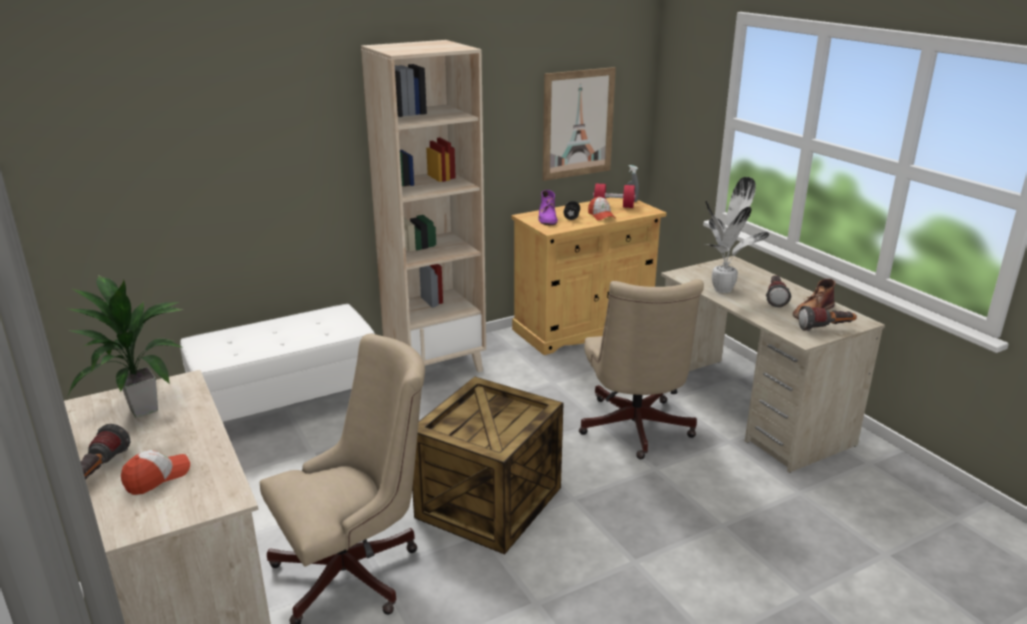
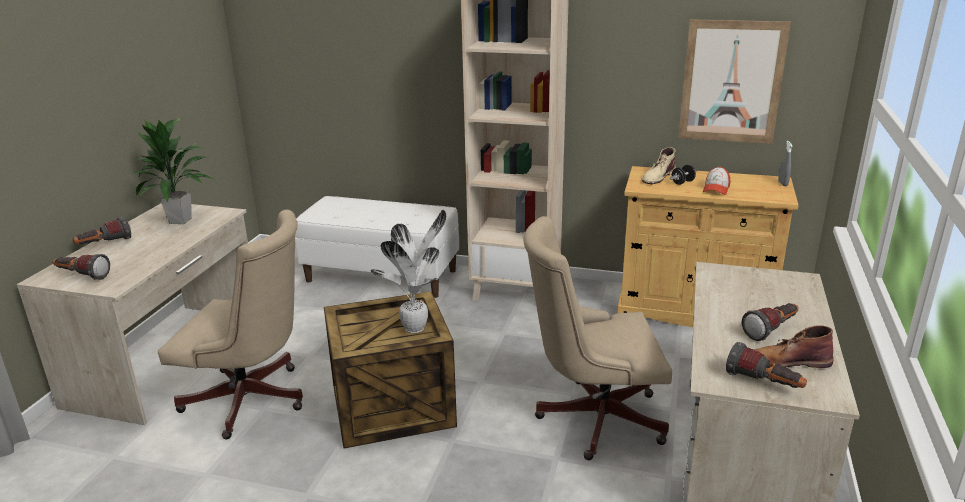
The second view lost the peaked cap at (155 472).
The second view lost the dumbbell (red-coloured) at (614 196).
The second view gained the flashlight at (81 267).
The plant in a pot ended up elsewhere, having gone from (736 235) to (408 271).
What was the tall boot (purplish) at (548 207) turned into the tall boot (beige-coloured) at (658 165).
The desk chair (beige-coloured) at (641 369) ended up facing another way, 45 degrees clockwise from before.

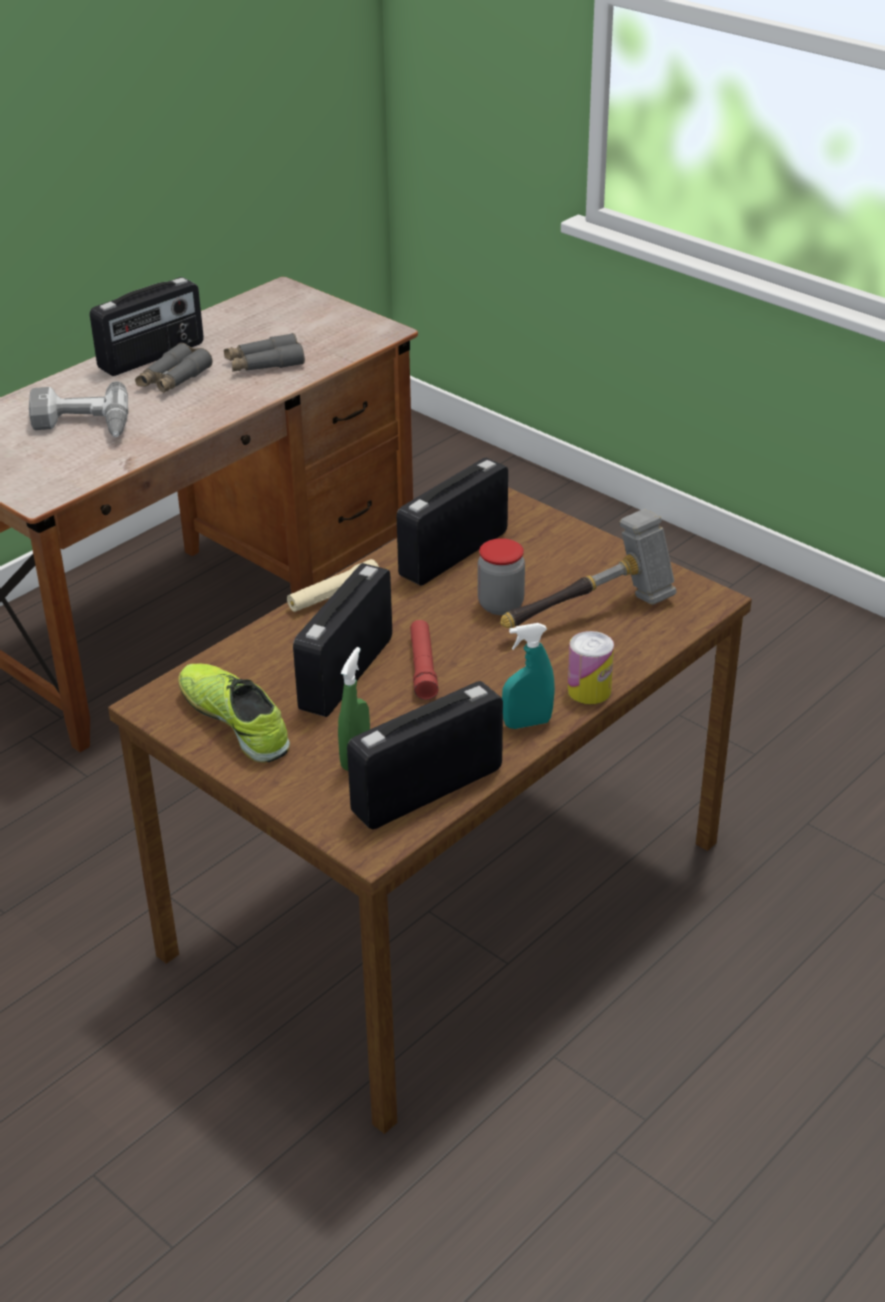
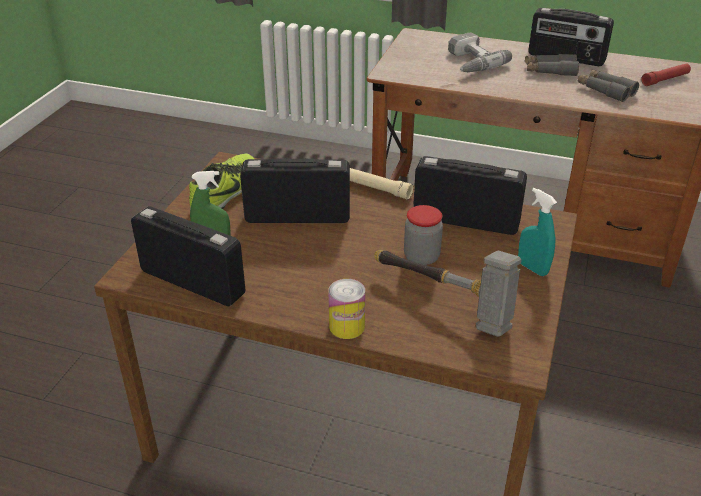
The flashlight (red-coloured) ended up elsewhere, having gone from (424 660) to (666 74).
The hand sprayer (turquoise) ended up elsewhere, having gone from (528 676) to (537 232).

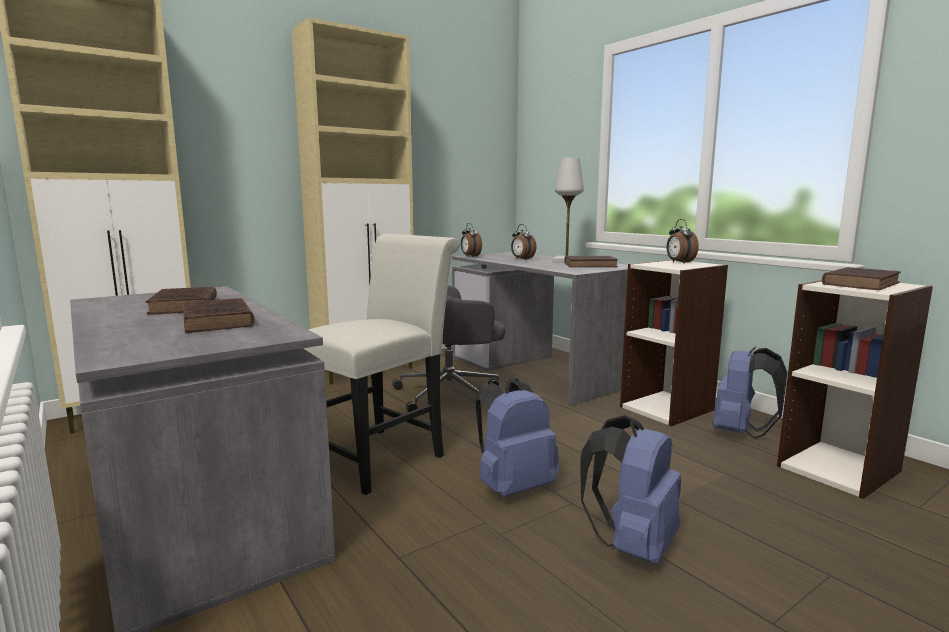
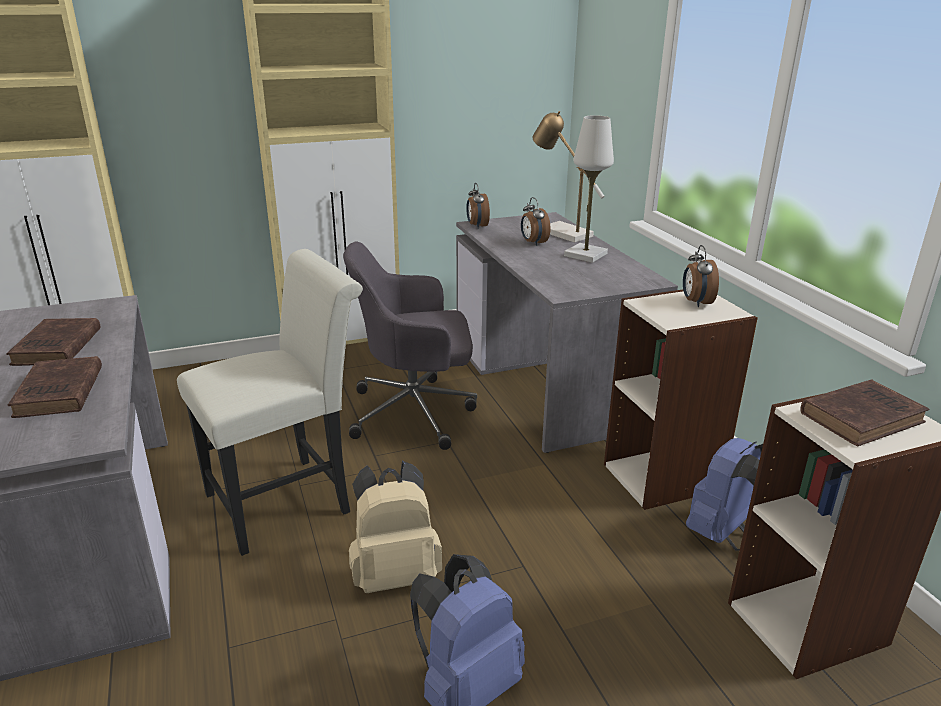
The second view lost the book (brown-coloured) at (591 261).
The second view gained the tabletop lamp at (568 176).
What was the knapsack (blue-coloured) at (517 437) turned into the knapsack (beige-coloured) at (395 527).

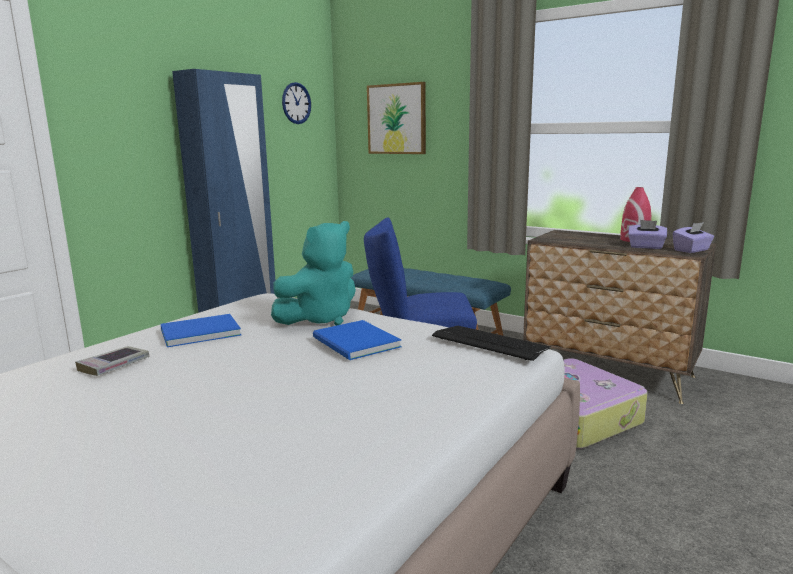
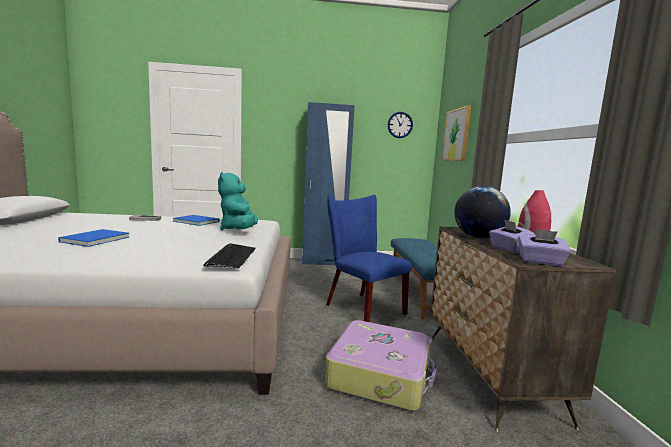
The second view gained the desk globe at (482 212).
The book (blue-coloured) ended up elsewhere, having gone from (357 340) to (93 238).
The cuddly toy (turquoise) at (313 273) ended up facing another way, 75 degrees clockwise from before.

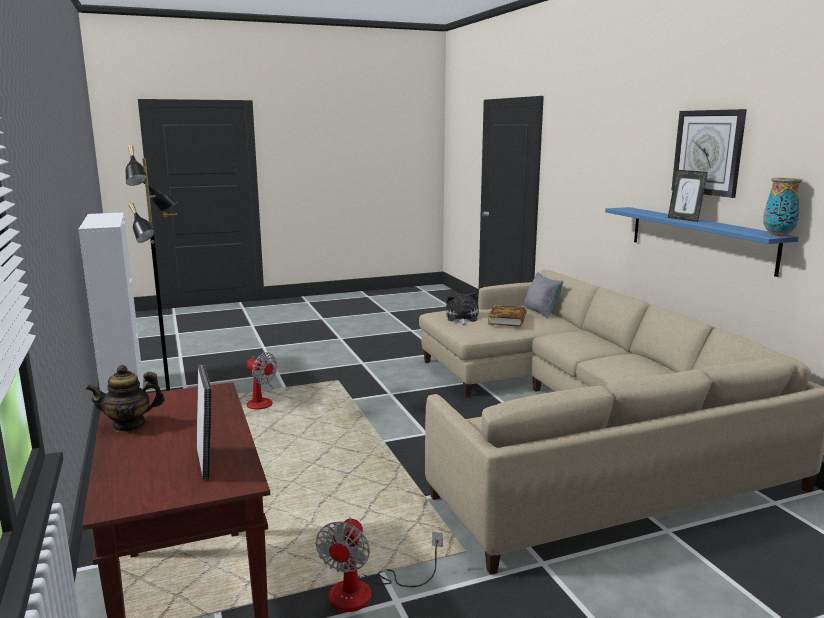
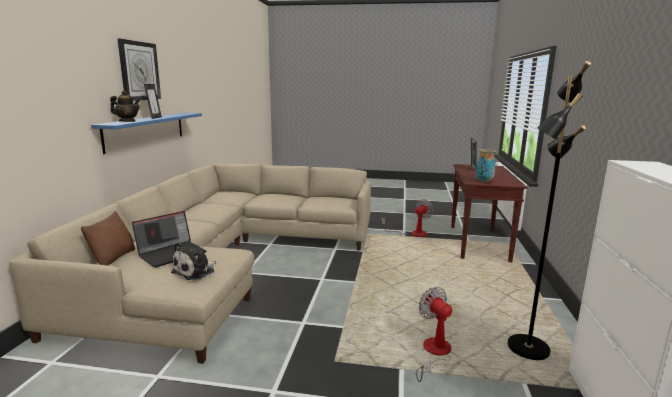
The pot for tea ended up elsewhere, having gone from (125 398) to (125 106).
The flower vase ended up elsewhere, having gone from (782 207) to (486 166).
Where the book stood at (507 316), the portable computer came to stand at (169 239).
What was the pillow (grey) at (543 295) turned into the pillow (brown-coloured) at (108 238).

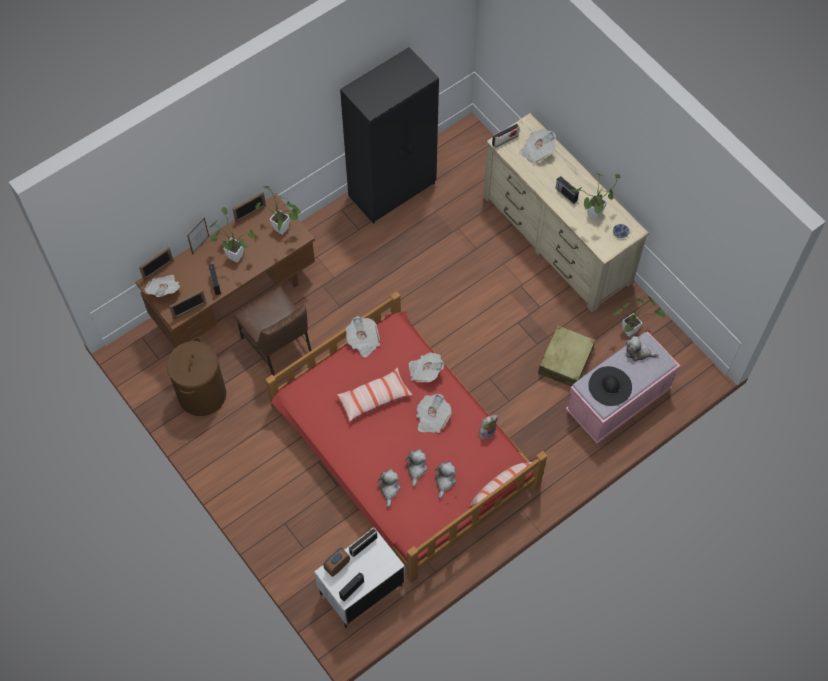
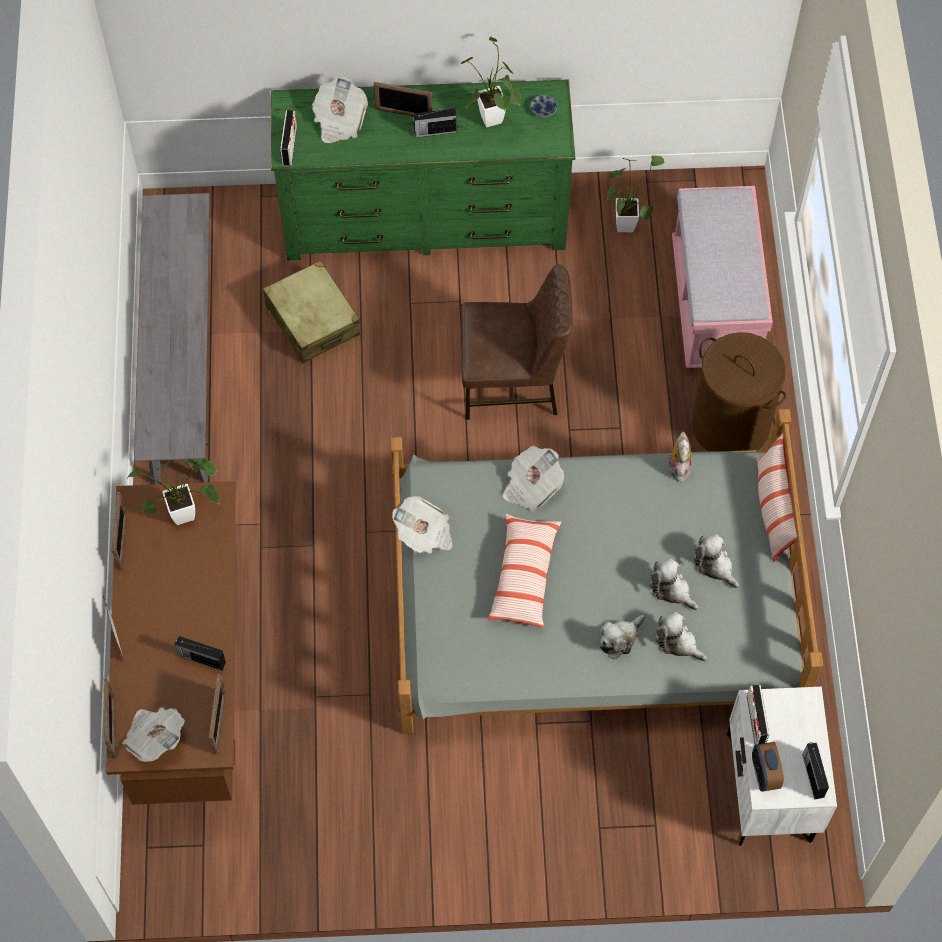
The second view lost the plant in a pot at (232 235).
The second view lost the newspaper at (434 413).
The second view lost the hat (black) at (610 386).
The second view gained the photo frame at (403 99).
The hamper (brown-coloured) ended up elsewhere, having gone from (196 376) to (739 392).
The upright chair (brown-coloured) ended up elsewhere, having gone from (273 331) to (517 342).
The travel case (beige-coloured) ended up elsewhere, having gone from (567 356) to (311 312).
The cuddly toy ended up elsewhere, having gone from (642 348) to (623 637).
Where the wardrobe (black) stood at (389 135), the bench (grey) came to stand at (173 339).
What was the sleeping bed (red-coloured) at (406 437) turned into the sleeping bed (grey) at (606 571).
What was the dresser (beige-coloured) at (566 212) turned into the dresser (green) at (423 169).

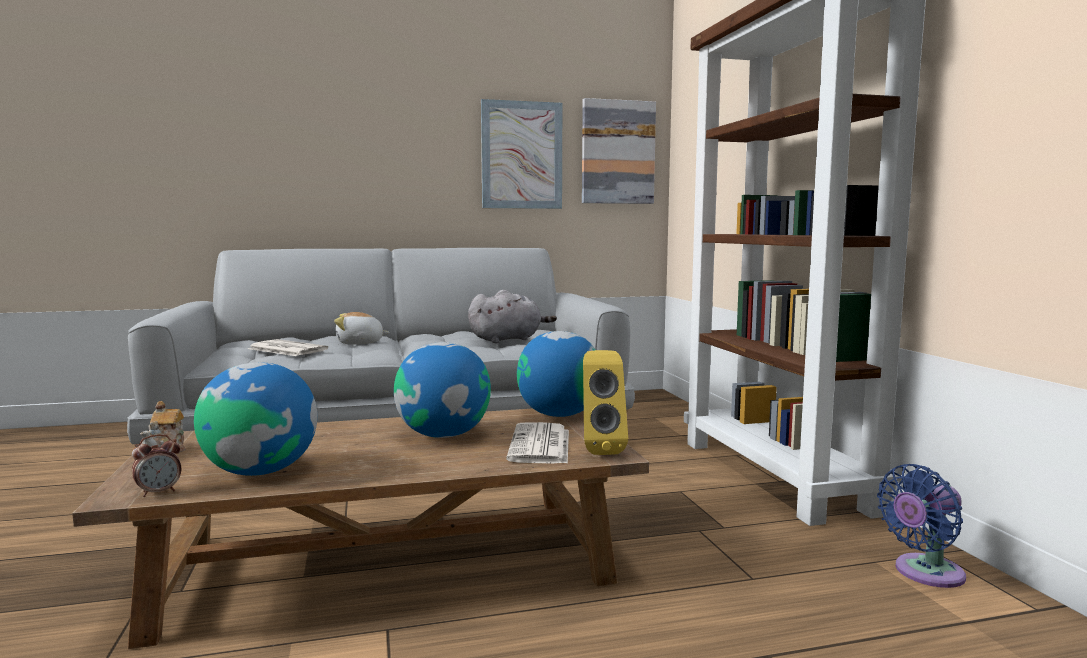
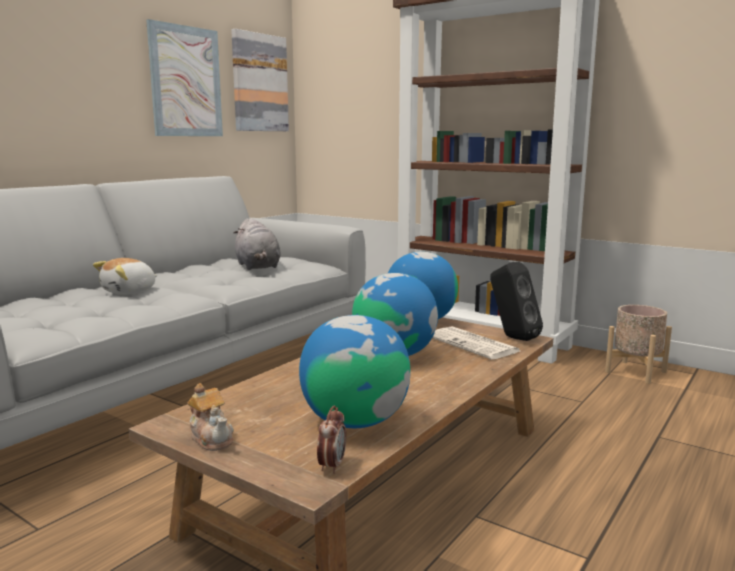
The second view lost the newspaper at (288 347).
Where the cooling fan (blue-coloured) stood at (921 526), the planter (beige-coloured) came to stand at (638 344).
What was the audio speaker (yellow-coloured) at (605 402) turned into the audio speaker (black) at (516 301).
The cuddly toy (grey) at (512 316) ended up facing another way, 135 degrees clockwise from before.

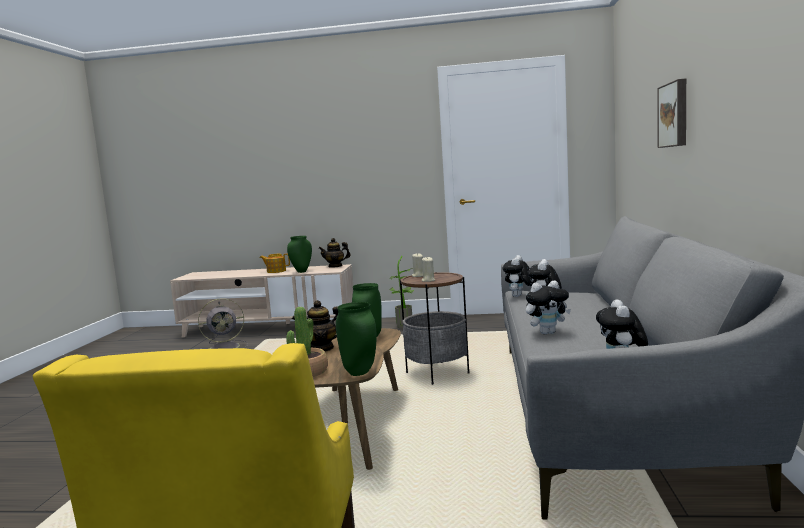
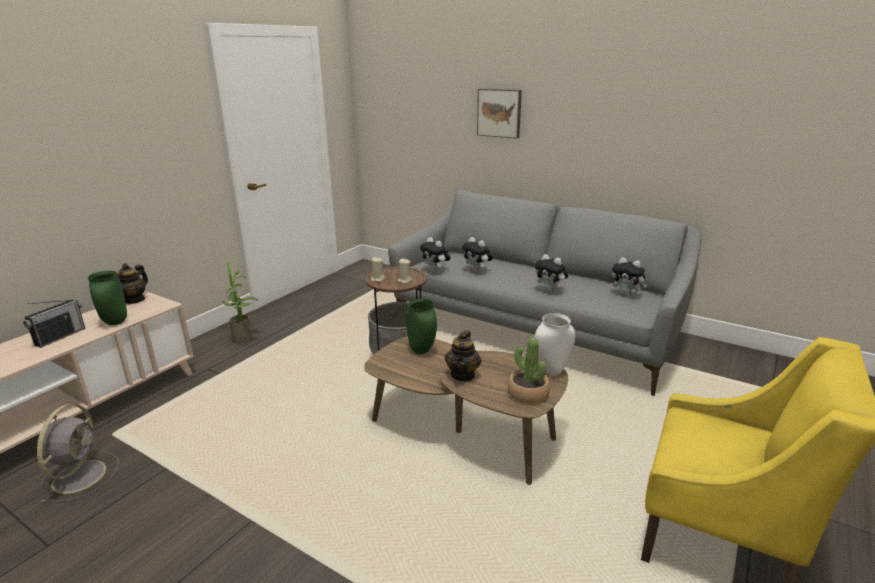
Where the pot for tea stood at (275 263), the radio came to stand at (54 323).
What was the flower vase (green) at (356 339) turned into the flower vase (whitish) at (554 344).
The cuddly toy at (548 307) ended up facing another way, 120 degrees clockwise from before.

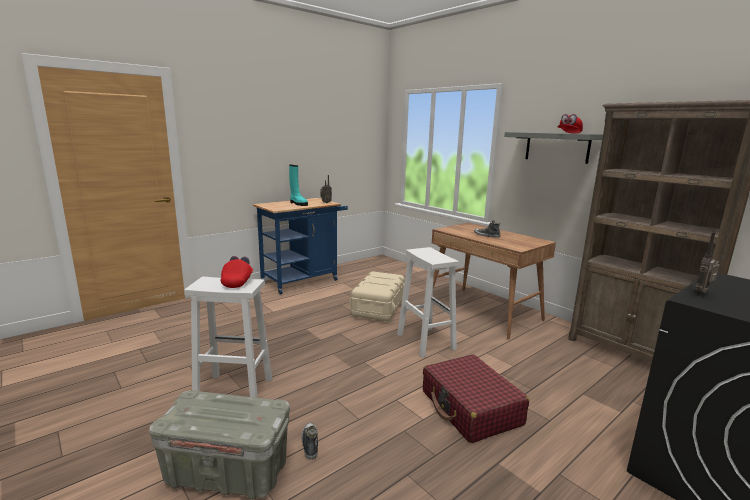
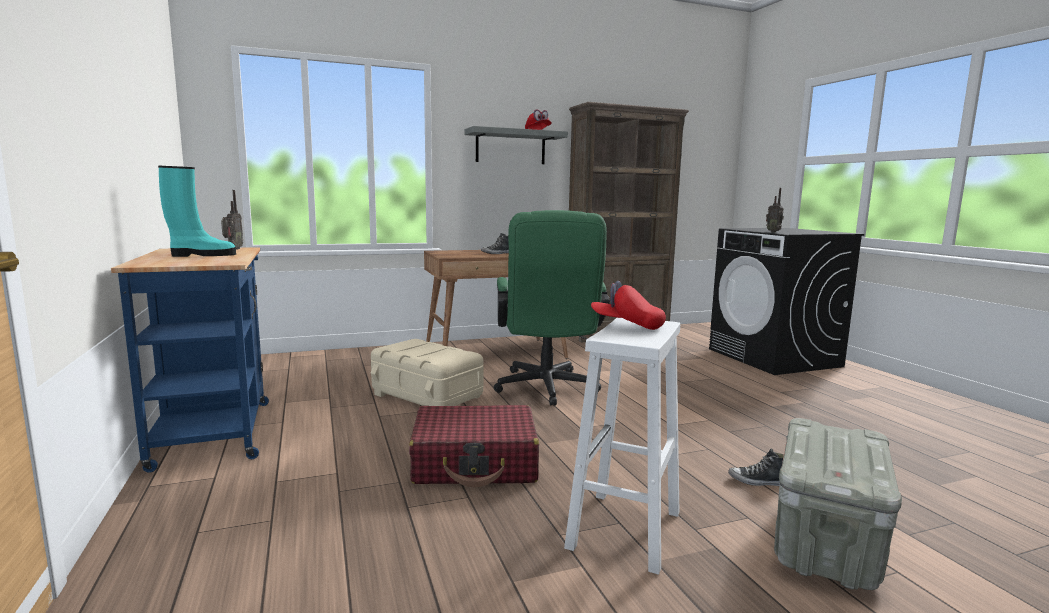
The travel case (red-coloured) ended up elsewhere, having gone from (476 398) to (474 446).
Where the sitting stool (whitish) stood at (428 302), the desk chair (green) came to stand at (552 308).

